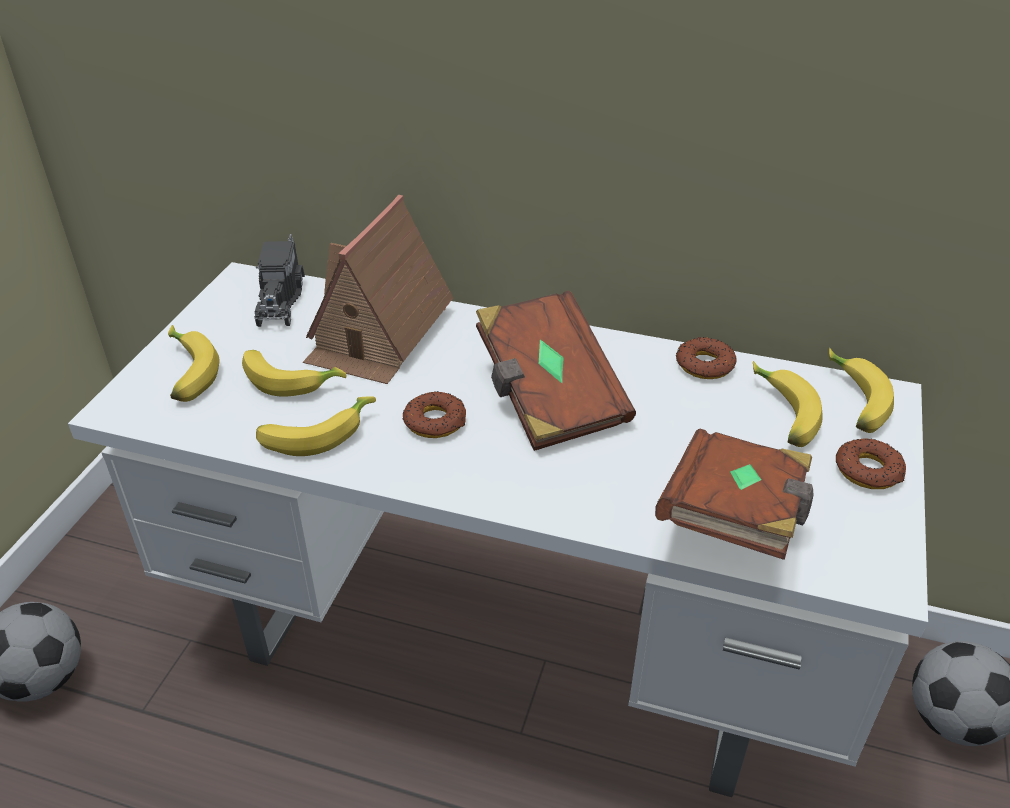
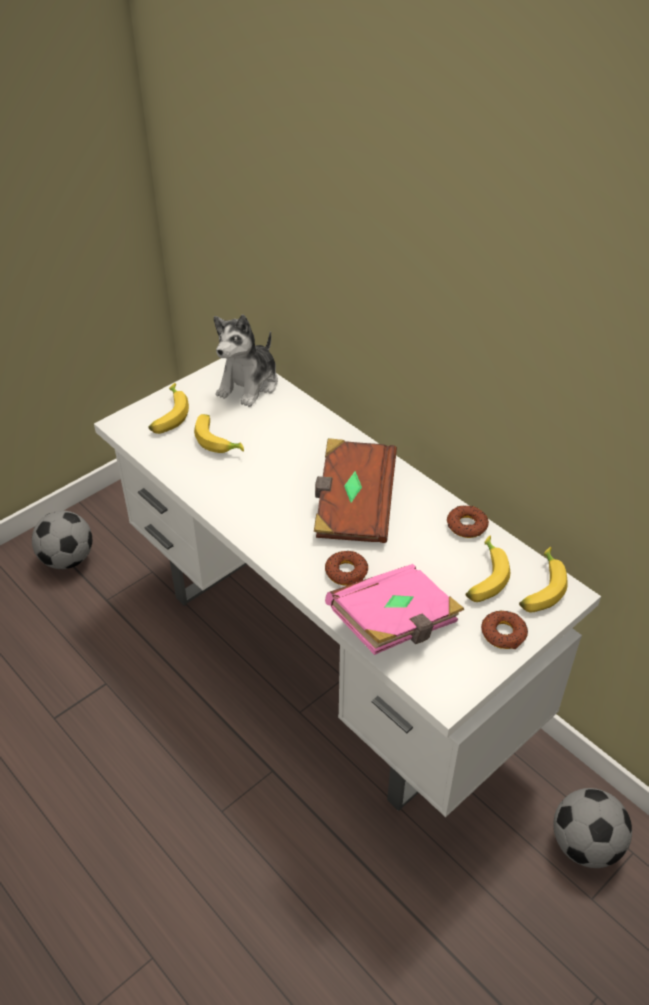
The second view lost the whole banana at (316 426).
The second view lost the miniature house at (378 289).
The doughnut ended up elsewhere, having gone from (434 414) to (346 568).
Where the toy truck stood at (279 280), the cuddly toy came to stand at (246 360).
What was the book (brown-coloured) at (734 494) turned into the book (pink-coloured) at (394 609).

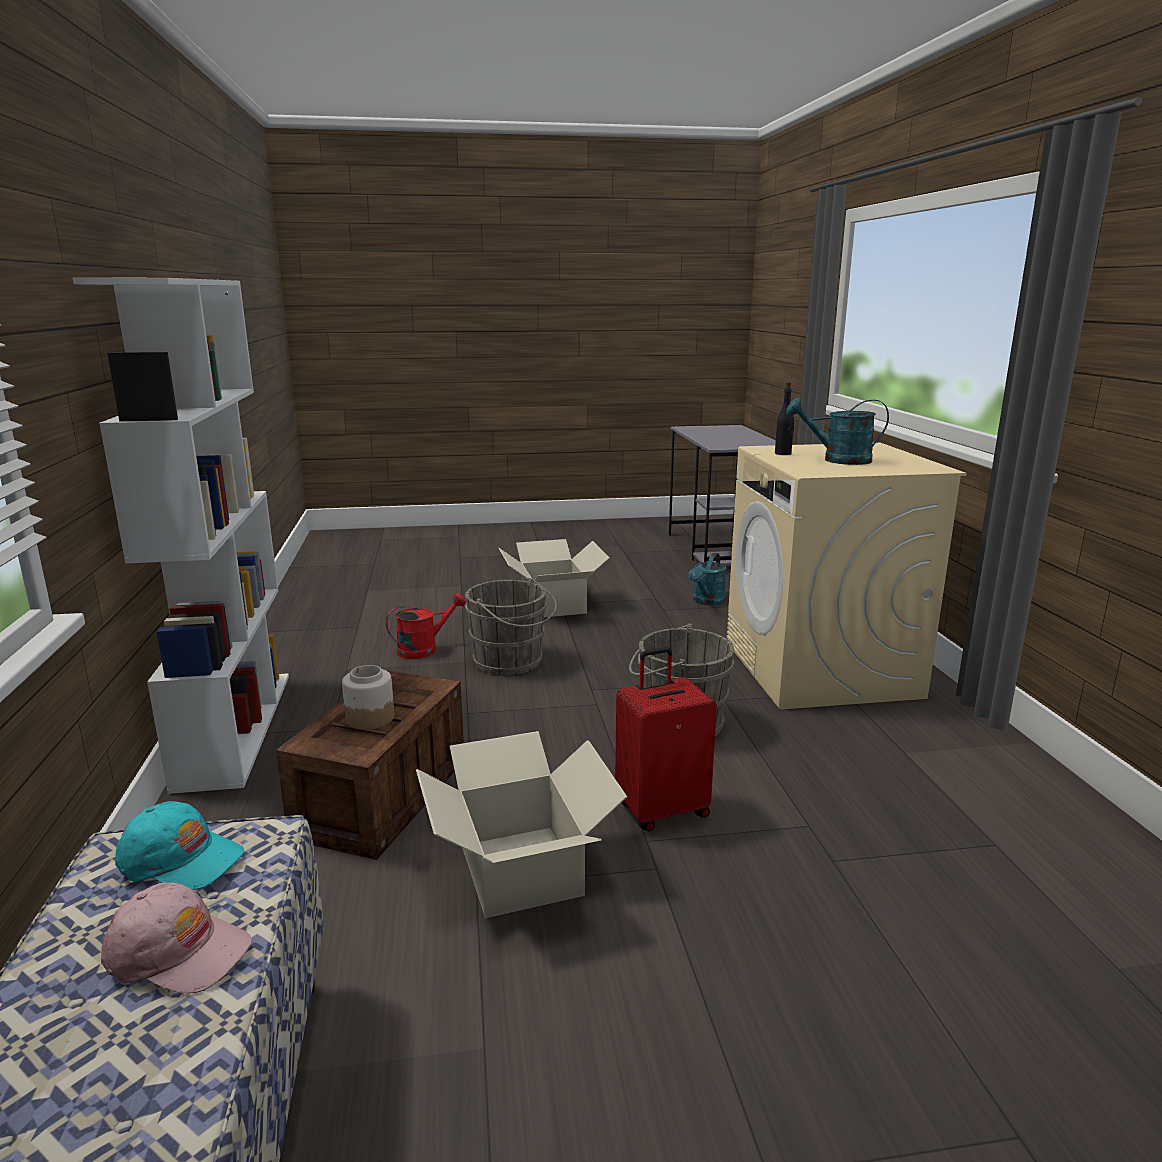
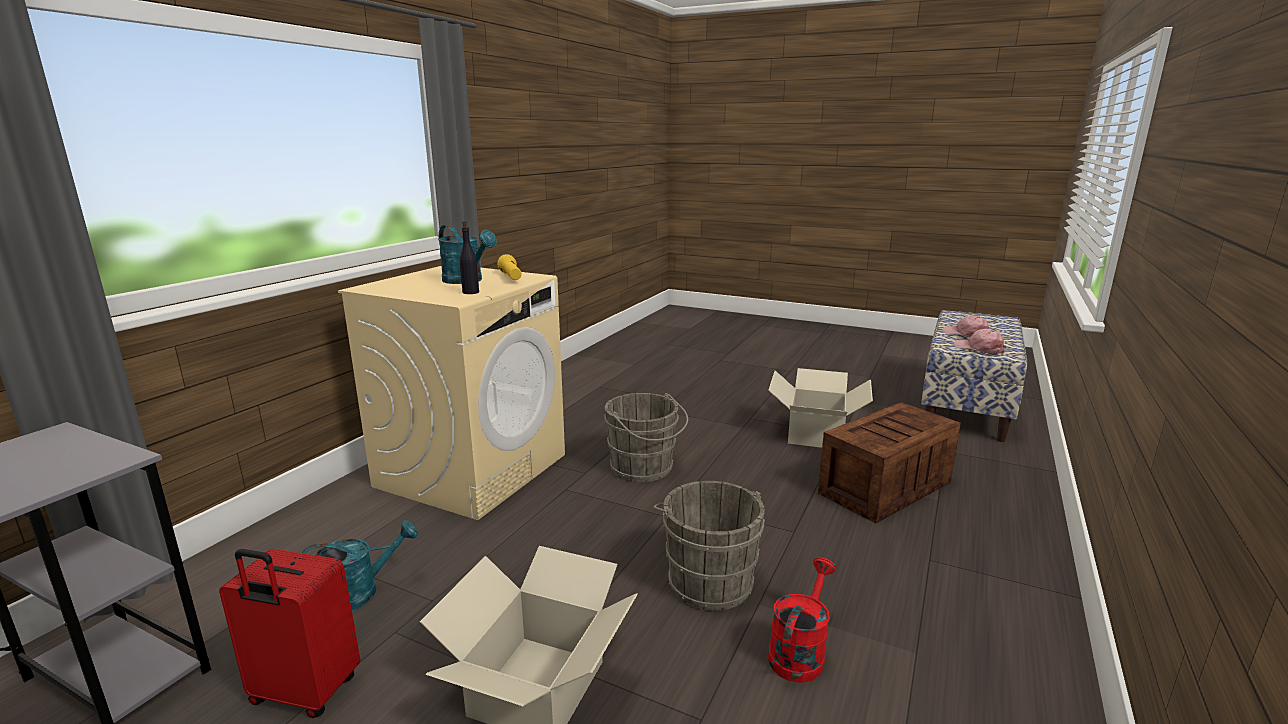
The second view lost the bookcase (whitish) at (181 535).
The second view lost the jar at (368 697).
The second view gained the flashlight (yellow-coloured) at (509 267).
The travel case (red-coloured) ended up elsewhere, having gone from (666 739) to (290 633).
What was the peaked cap (turquoise) at (179 845) turned into the peaked cap (pink-coloured) at (980 341).
The sprinkling can (red-coloured) at (425 626) ended up facing another way, 120 degrees clockwise from before.

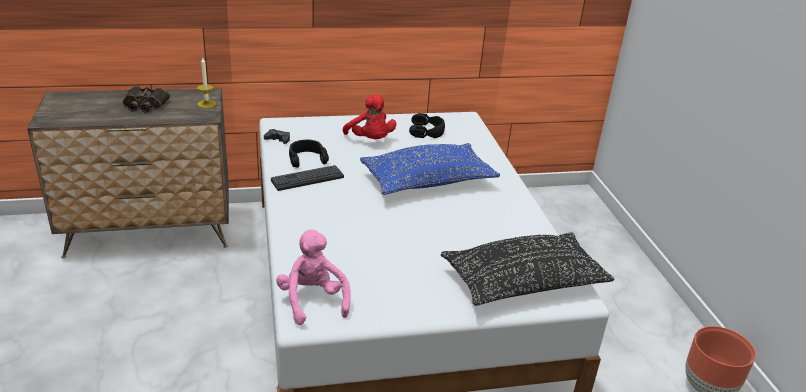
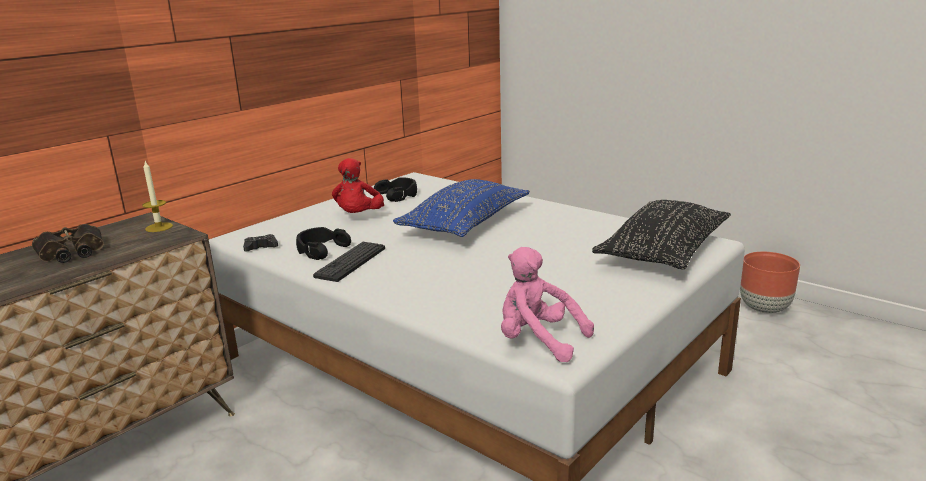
The cuddly toy (red-coloured) at (370 116) ended up facing another way, 75 degrees clockwise from before.

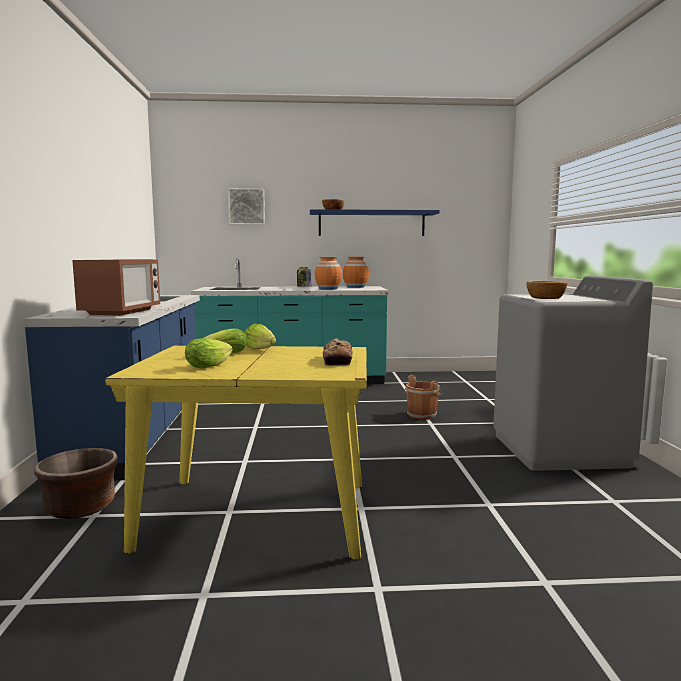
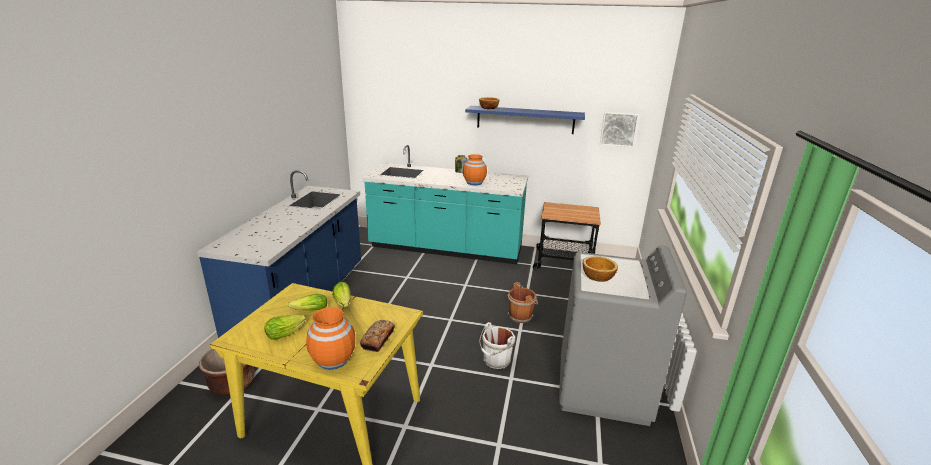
The second view lost the microwave oven at (116 287).
The second view gained the bucket (whitish) at (497 345).
The second view gained the cart at (567 236).
The wall picture ended up elsewhere, having gone from (246 206) to (619 129).
The flower vase (orange-coloured) ended up elsewhere, having gone from (356 272) to (330 338).

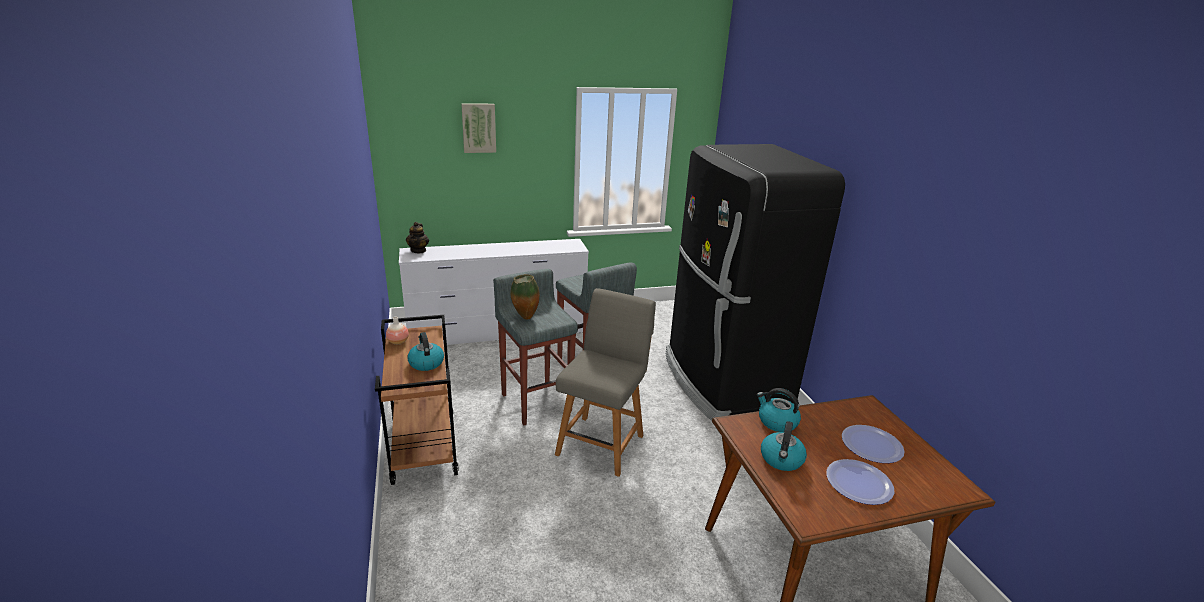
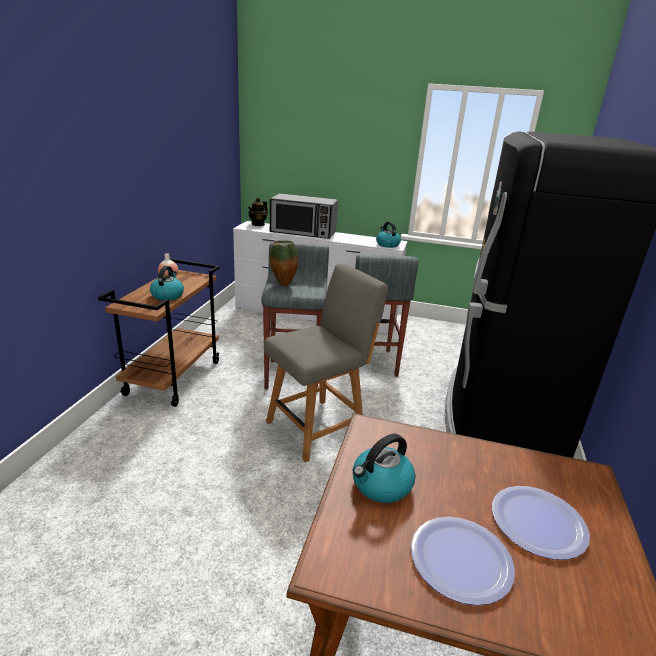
The second view lost the wall picture at (478 128).
The second view gained the microwave oven at (304 216).
The kettle ended up elsewhere, having gone from (779 410) to (388 234).

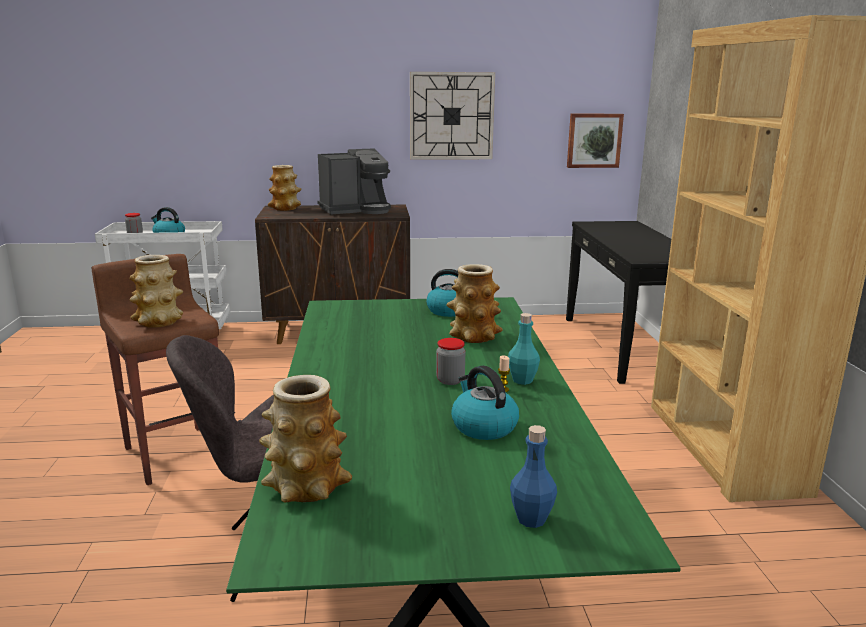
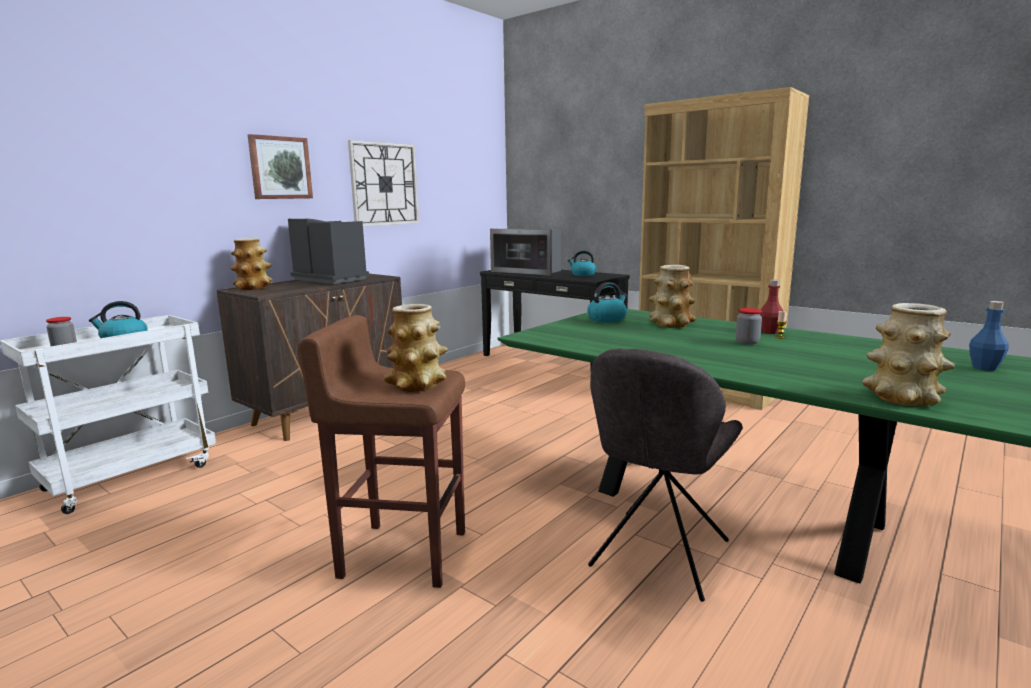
The second view gained the microwave oven at (525 252).
The kettle ended up elsewhere, having gone from (485 403) to (582 263).
The wall picture ended up elsewhere, having gone from (595 141) to (280 166).
What was the drink bottle (turquoise) at (524 349) turned into the drink bottle (red-coloured) at (771 307).
The coffee brewer at (354 181) ended up facing another way, 75 degrees counterclockwise from before.

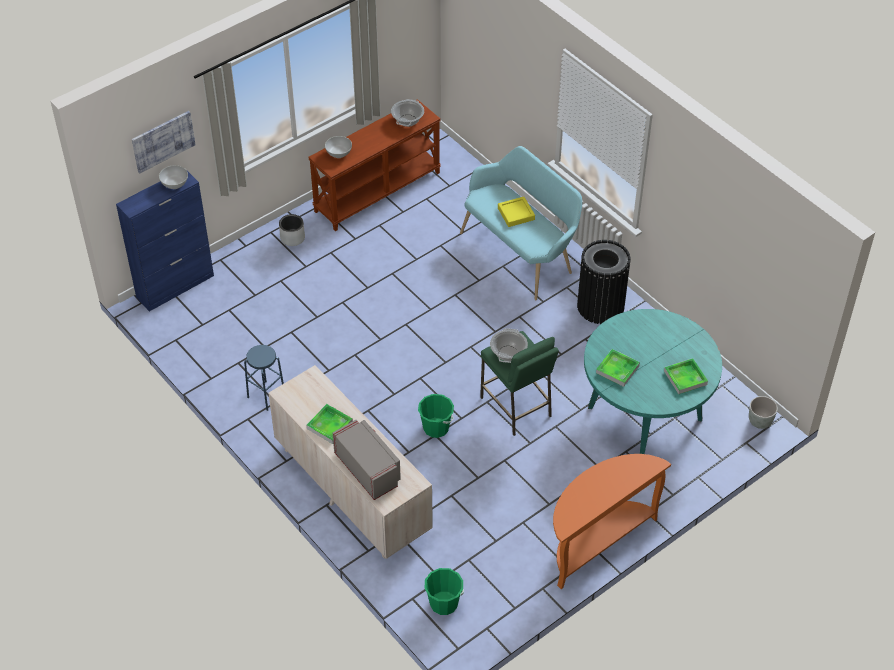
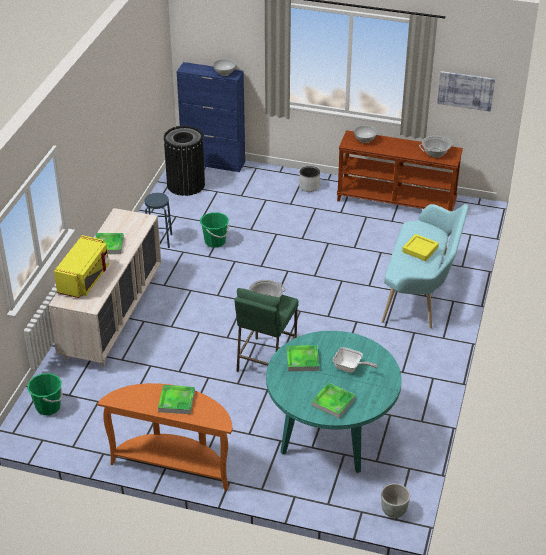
The second view gained the tray at (176 399).
The second view gained the skillet at (355 360).
The wall picture ended up elsewhere, having gone from (164 142) to (466 91).
The bucket (green) ended up elsewhere, having gone from (436 416) to (214 230).
The waste bin (black) ended up elsewhere, having gone from (604 282) to (184 161).
What was the microwave oven (grey) at (367 460) turned into the microwave oven (yellow-coloured) at (81 266).

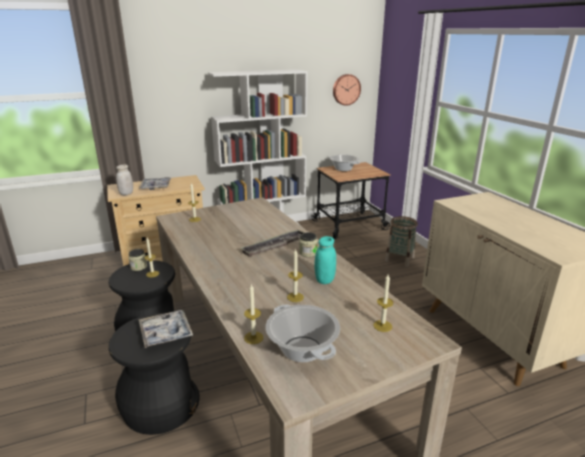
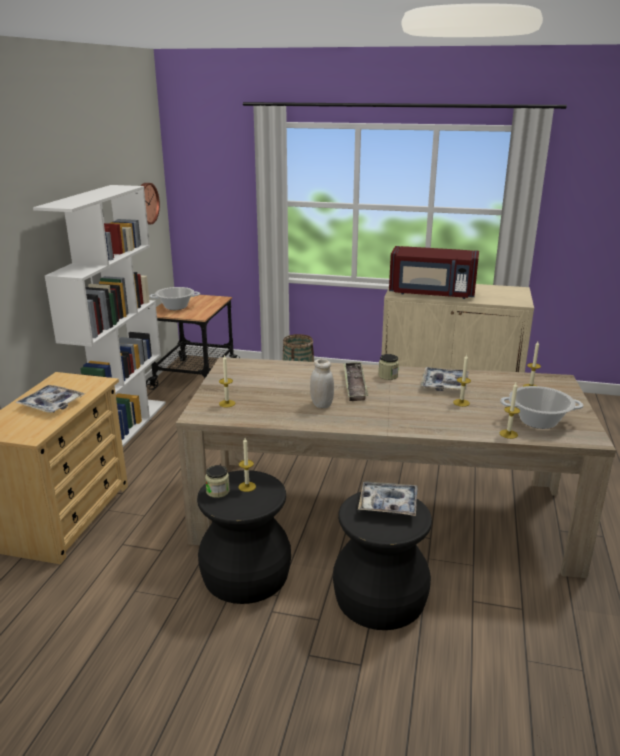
The second view gained the microwave oven (red-coloured) at (434 272).
The jar (whitish) ended up elsewhere, having gone from (124 180) to (322 383).
Where the jar (turquoise) stood at (325 260), the tray came to stand at (445 379).

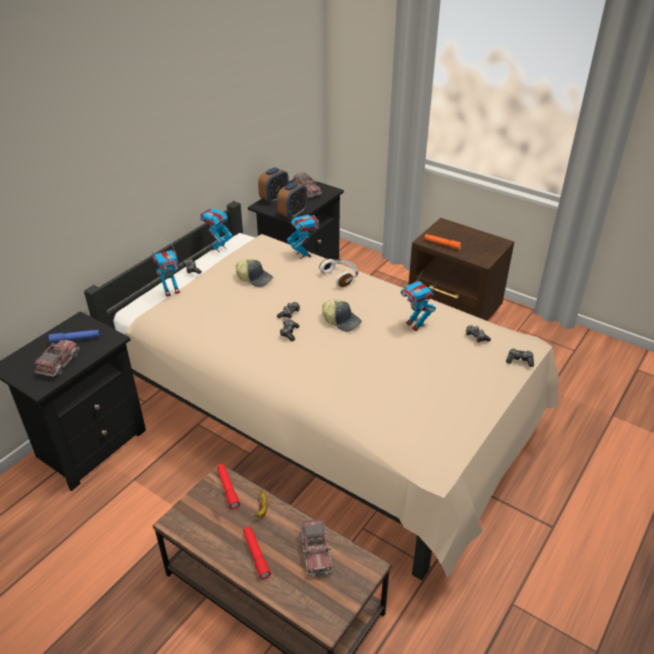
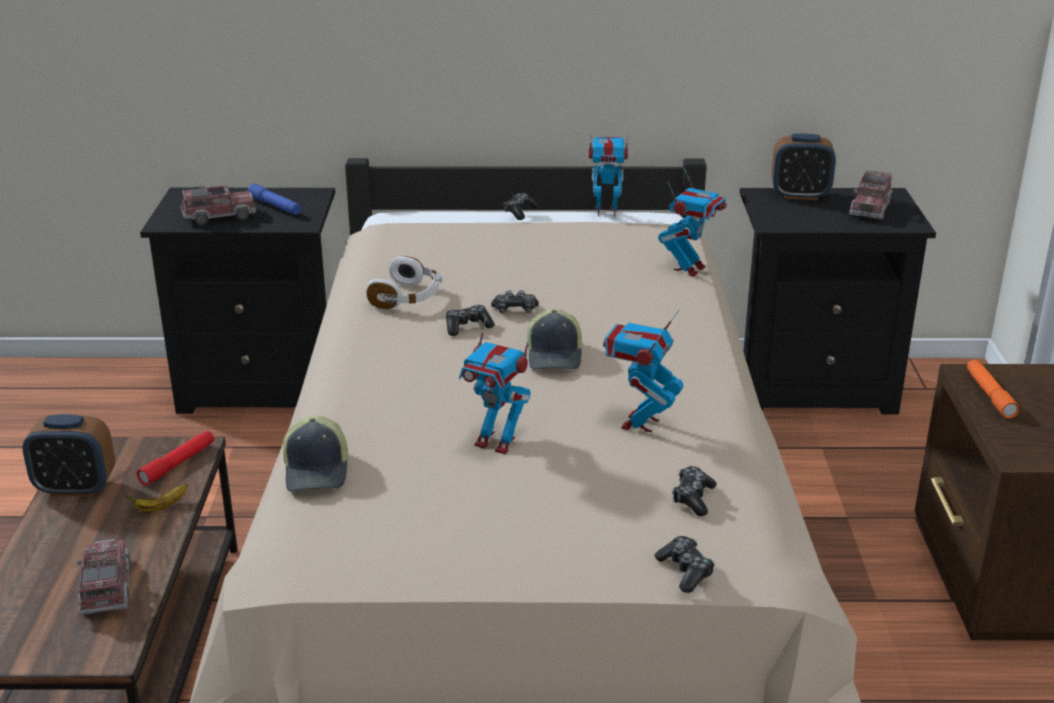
The second view lost the flashlight (red-coloured) at (257 553).
The toy robot ended up elsewhere, having gone from (165 269) to (495 385).
The peaked cap ended up elsewhere, having gone from (254 273) to (316 453).
The alarm clock ended up elsewhere, having gone from (292 200) to (68 455).
The headset (whitish) ended up elsewhere, having gone from (339 273) to (404 282).
The toy truck at (316 548) ended up facing another way, 120 degrees clockwise from before.

